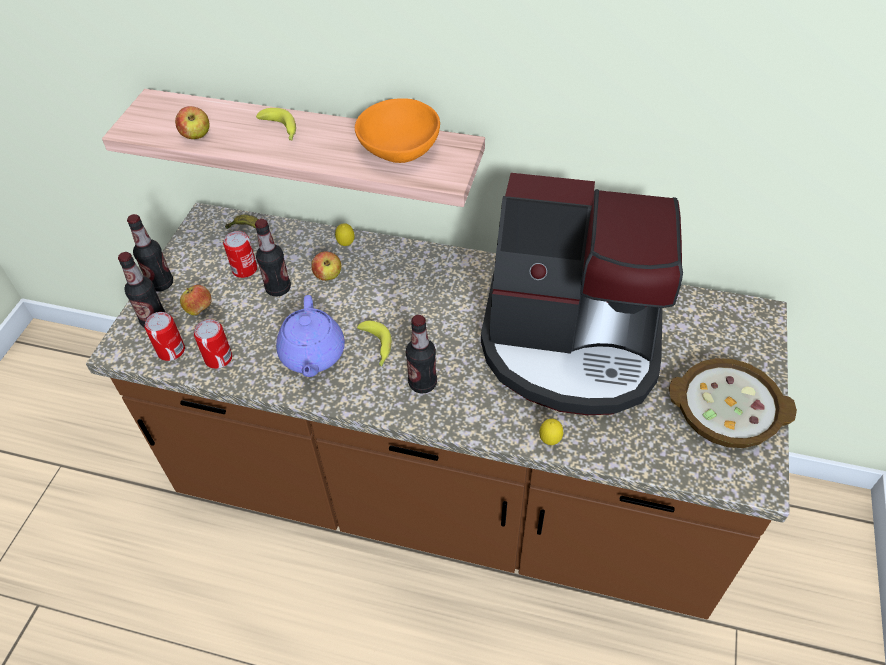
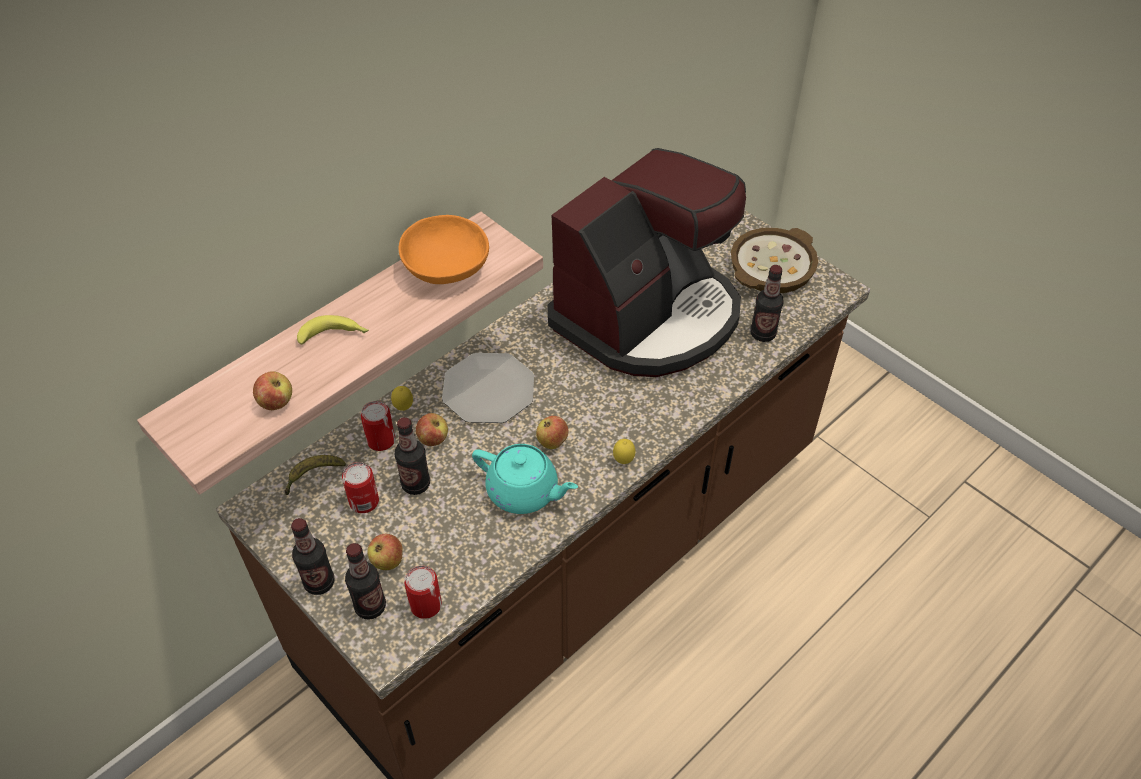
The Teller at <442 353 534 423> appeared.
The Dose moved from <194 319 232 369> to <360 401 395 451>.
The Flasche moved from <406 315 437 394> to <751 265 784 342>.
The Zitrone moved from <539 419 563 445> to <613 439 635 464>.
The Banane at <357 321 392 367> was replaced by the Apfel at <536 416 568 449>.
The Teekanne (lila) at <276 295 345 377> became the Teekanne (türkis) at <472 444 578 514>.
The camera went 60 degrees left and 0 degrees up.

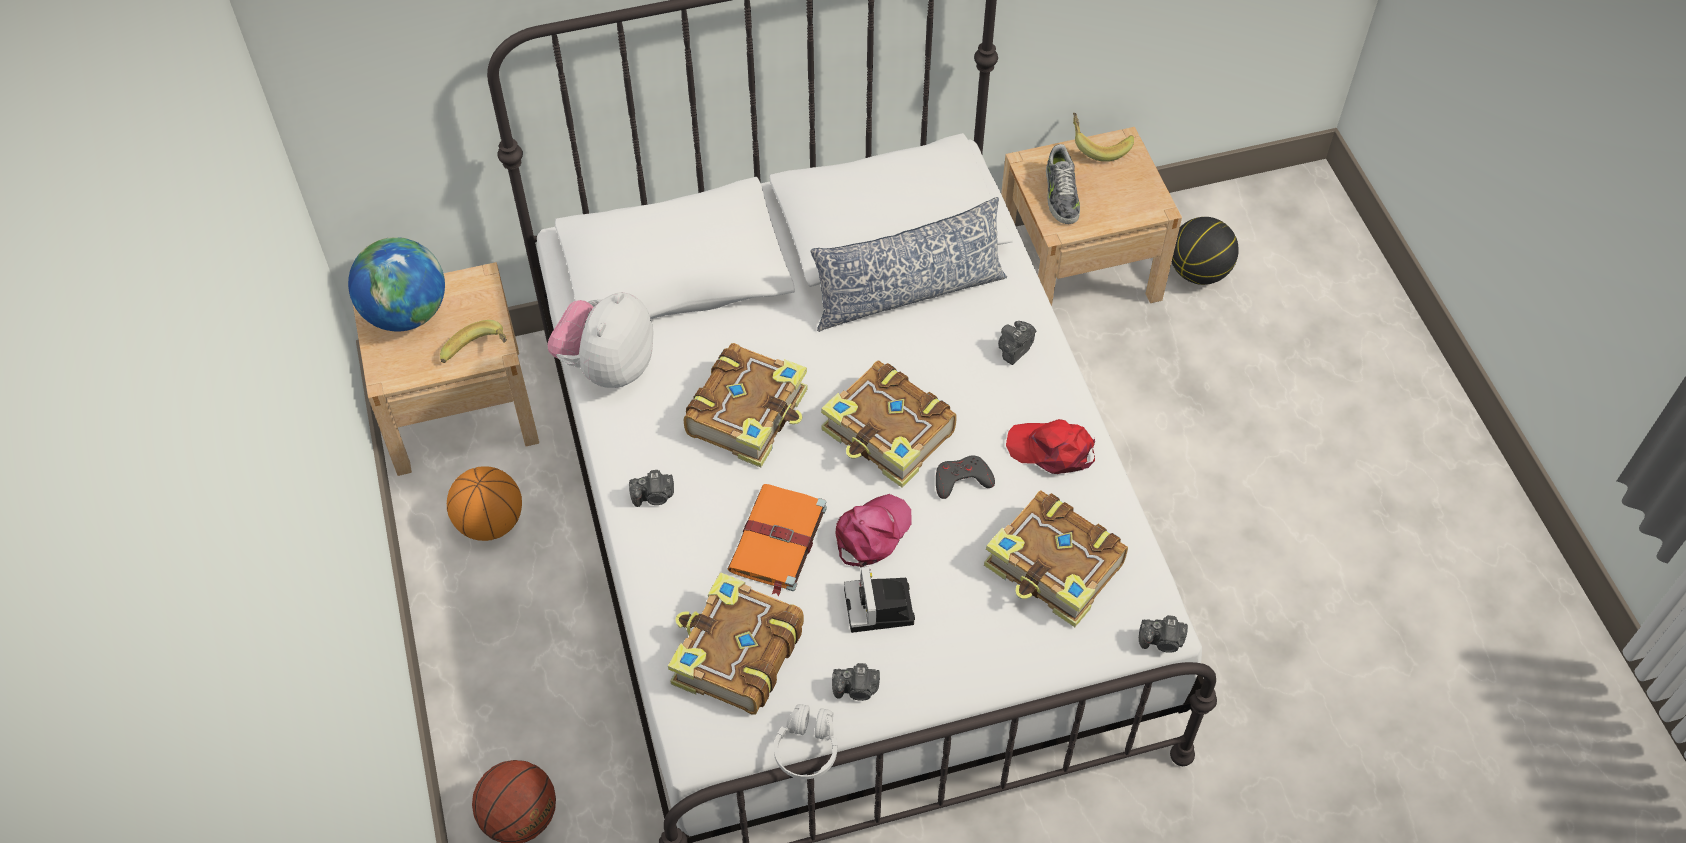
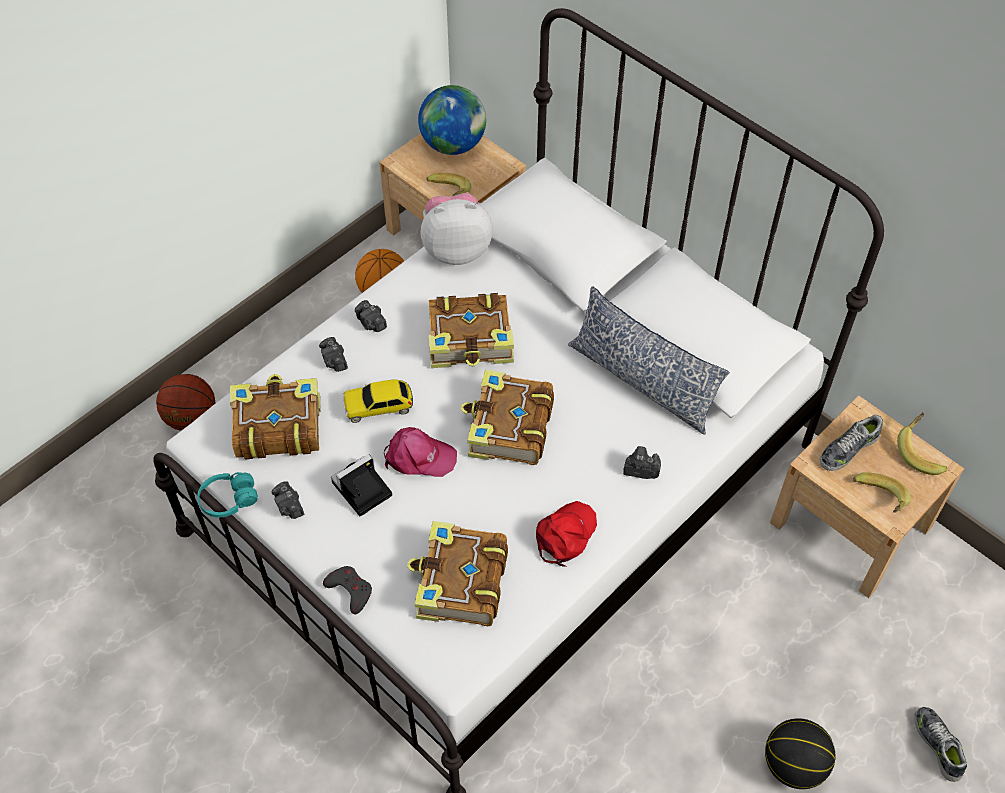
The Banane at <853 472 911 513> appeared.
The Schuh at <914 707 967 782> appeared.
The Gamepad (grau) moved from <936 455 995 499> to <323 566 372 614>.
The Kamera moved from <1139 615 1188 653> to <319 337 348 372>.
The Basketball moved from <1172 217 1239 285> to <765 718 836 789>.
The Buch (orange) at <728 484 827 597> was replaced by the Spielzeugauto at <343 379 413 423>.
The Kopfhörer (weiß) at <774 704 837 779> became the Kopfhörer (türkis) at <197 472 258 517>.
The Kappe (rot) at <1006 419 1095 474> turned 45 degrees clockwise.
The camera went 60 degrees right and 0 degrees up.

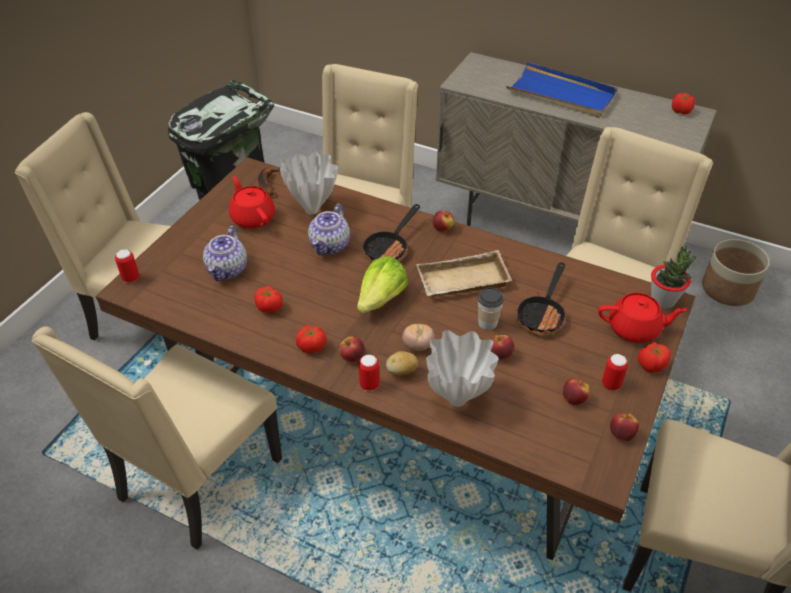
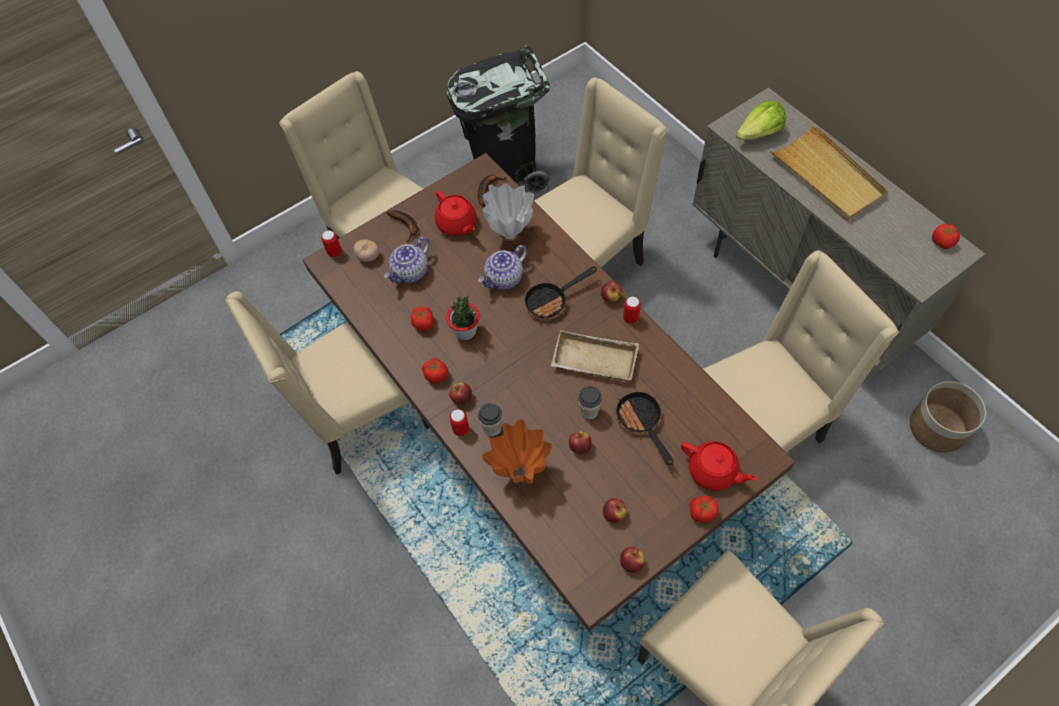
The Banane at <387 210 418 242> appeared.
The Salatkopf moved from <357 256 408 314> to <736 101 786 140>.
The Tomate moved from <402 324 434 351> to <353 240 379 262>.
The Dose moved from <602 354 628 390> to <623 296 641 324>.
The Topfpflanze moved from <651 245 696 309> to <446 296 480 340>.
The Kartoffel at <386 351 418 376> was replaced by the Tasse at <478 403 502 436>.
The Vase (weiß) at <426 330 499 407> became the Vase (orange) at <482 420 552 484>.
The Tablett (blau) at <507 62 618 118> became the Tablett (beige) at <770 124 888 221>.
The Teekanne (rot) at <229 176 275 228> turned 150 degrees clockwise.
The Pfanne at <516 262 567 336> turned 105 degrees clockwise.
The camera went 30 degrees right and 15 degrees up.

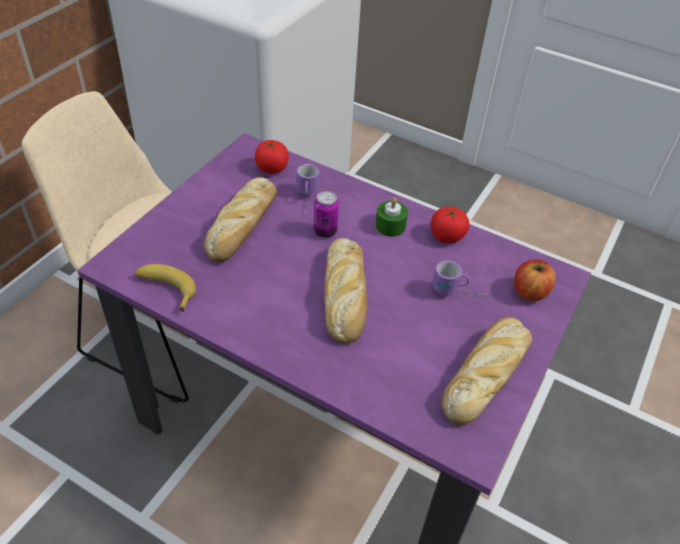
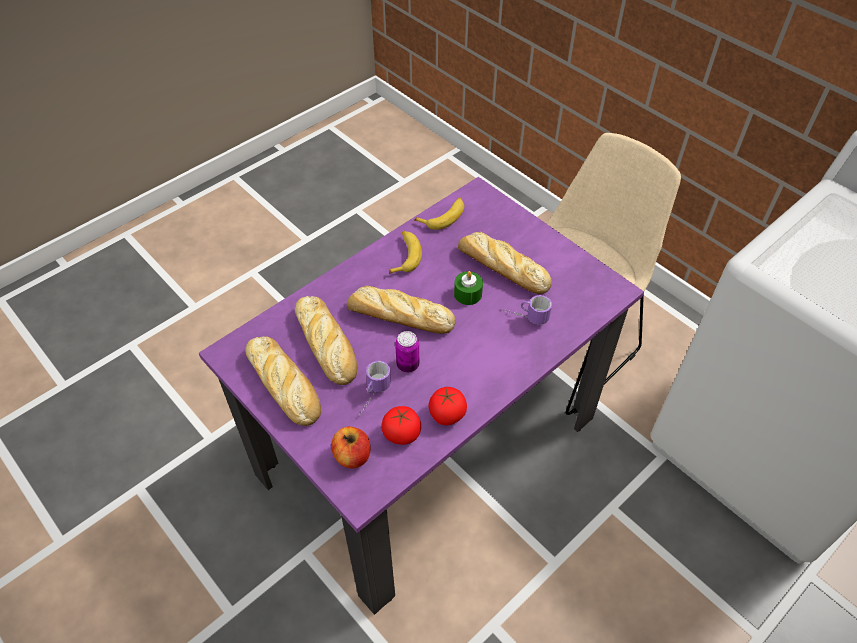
The Brot at <295 296 357 385> appeared.
The Banane at <389 231 422 274> appeared.
The Tomate moved from <255 140 289 174> to <381 406 421 445>.
The Dose moved from <314 191 339 238> to <395 331 419 373>.
The Kerze (grün) moved from <375 197 408 237> to <454 271 483 305>.
The camera went 110 degrees right and 5 degrees up.

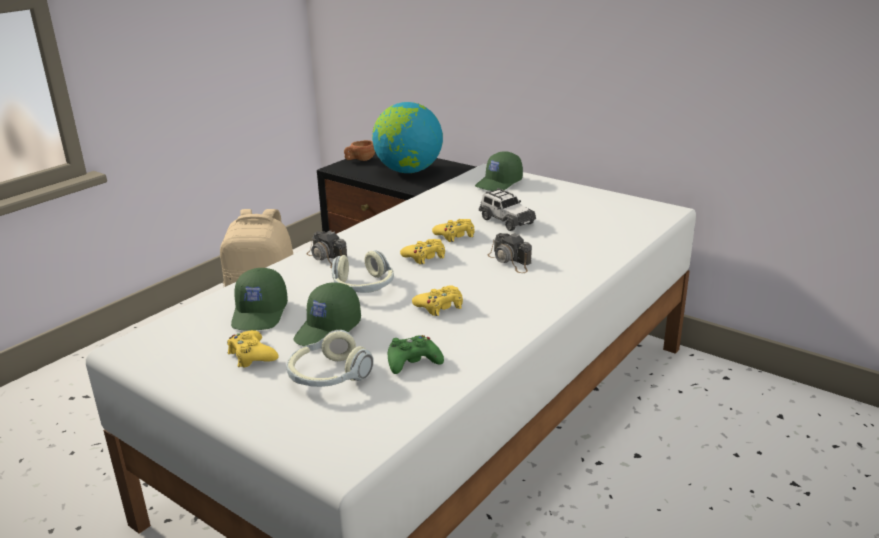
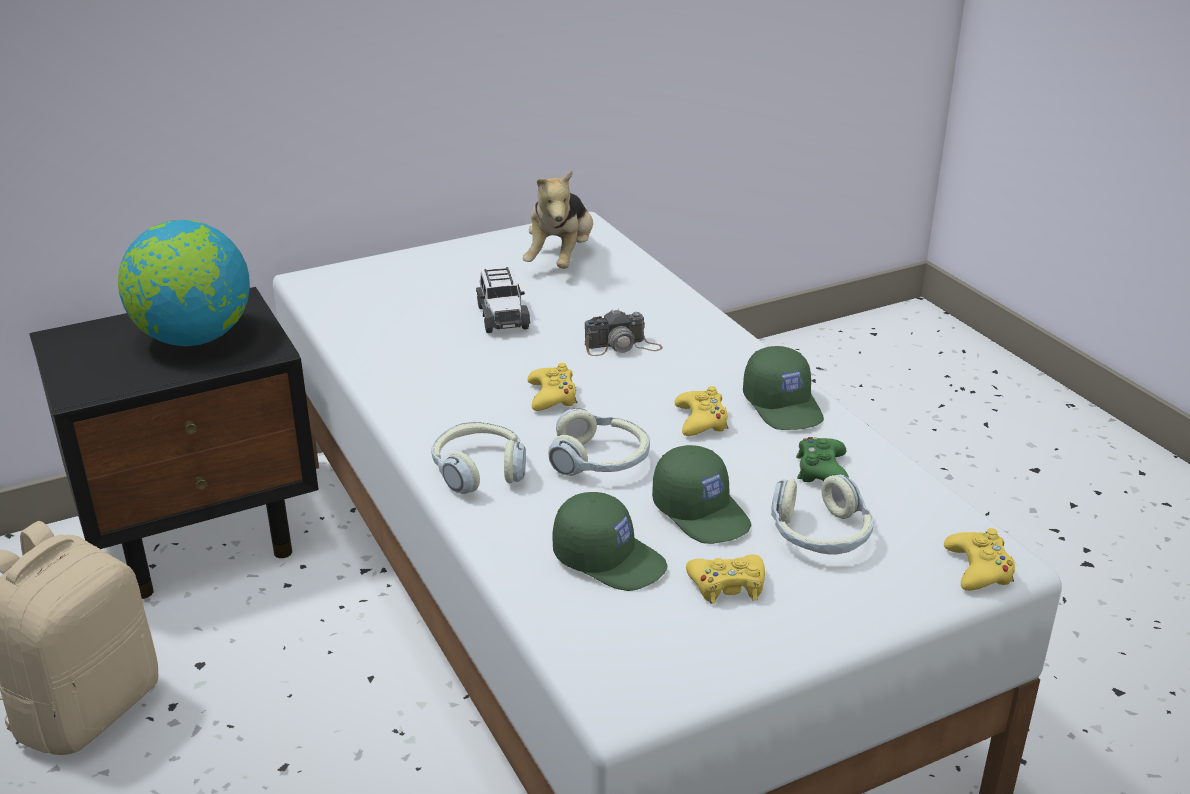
The Tasse (braun) at <344 140 375 161> disappeared.
The Plüschtier at <523 170 593 269> appeared.
The Gamepad (gelb) moved from <432 219 475 242> to <944 528 1015 591>.
The Kappe (grün) moved from <475 151 523 191> to <743 346 824 430>.
The Kamera at <306 231 347 269> was replaced by the Kopfhörer at <431 422 526 494>.
The Spielzeugauto at <479 188 536 231> turned 90 degrees clockwise.
The camera went 65 degrees left and 5 degrees up.

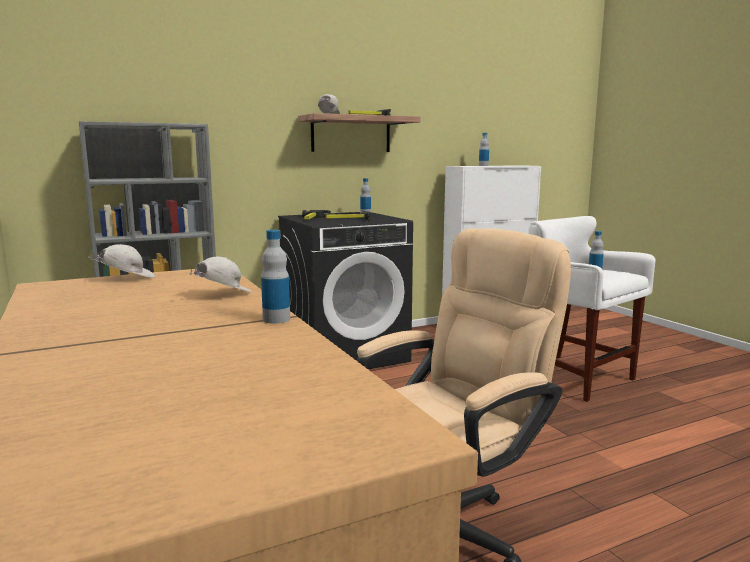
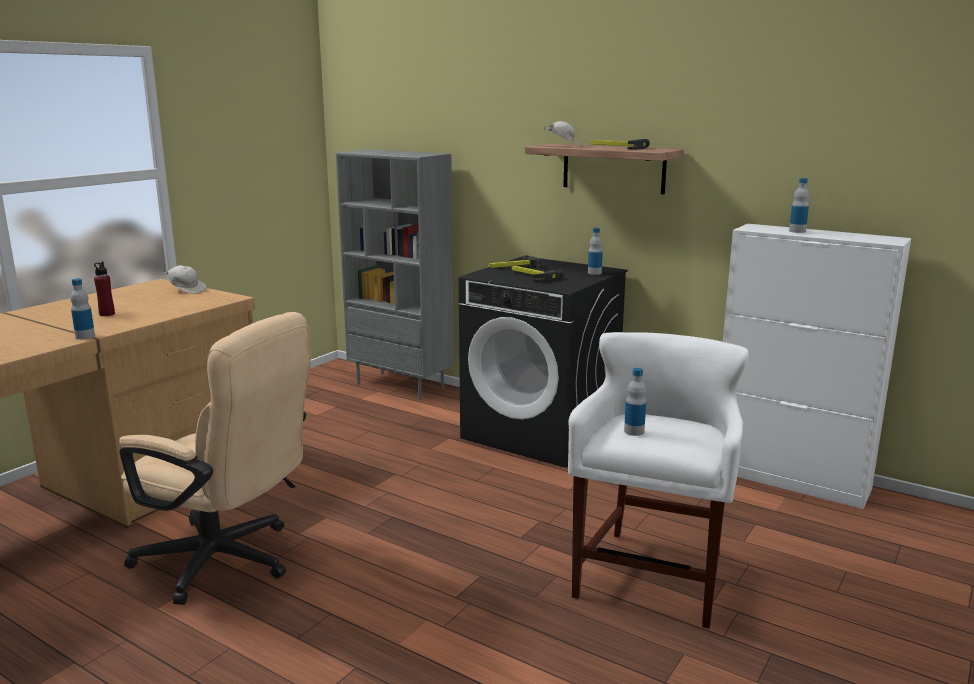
The Kappe (weiß) at <189 256 253 292> disappeared.
The Flasche (rot) at <94 261 115 316> appeared.
The camera went 60 degrees right and 5 degrees up.

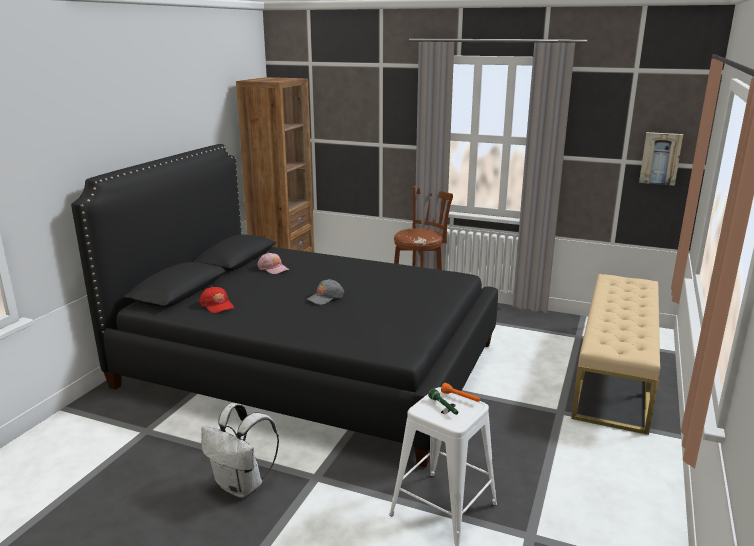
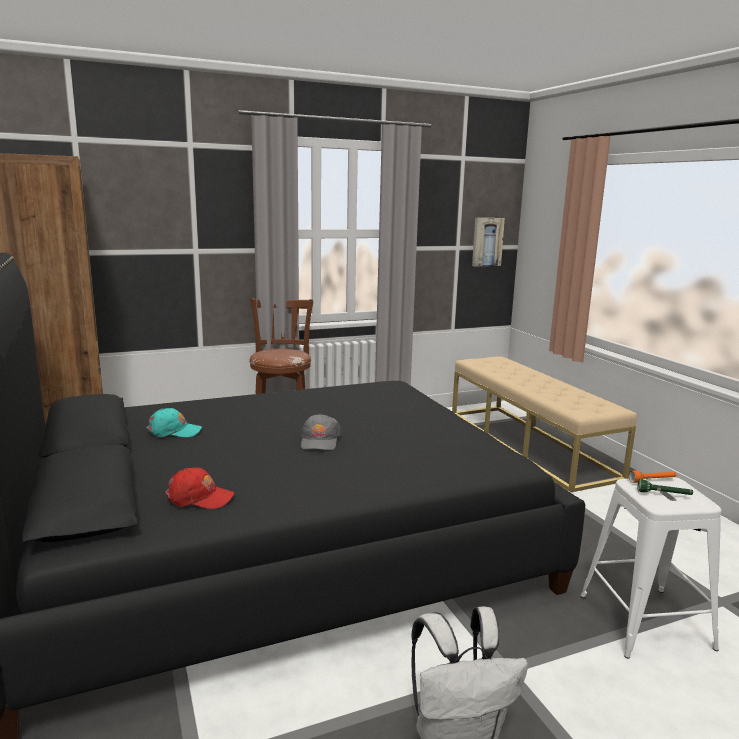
The Kappe (rosa) at <257 253 289 274> became the Kappe (türkis) at <147 408 202 437>.
The camera went 45 degrees left and 5 degrees down.

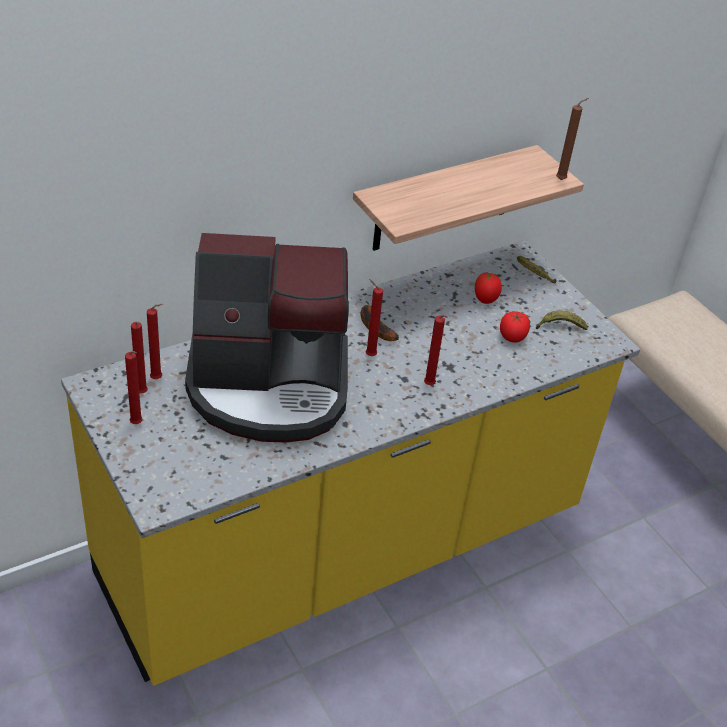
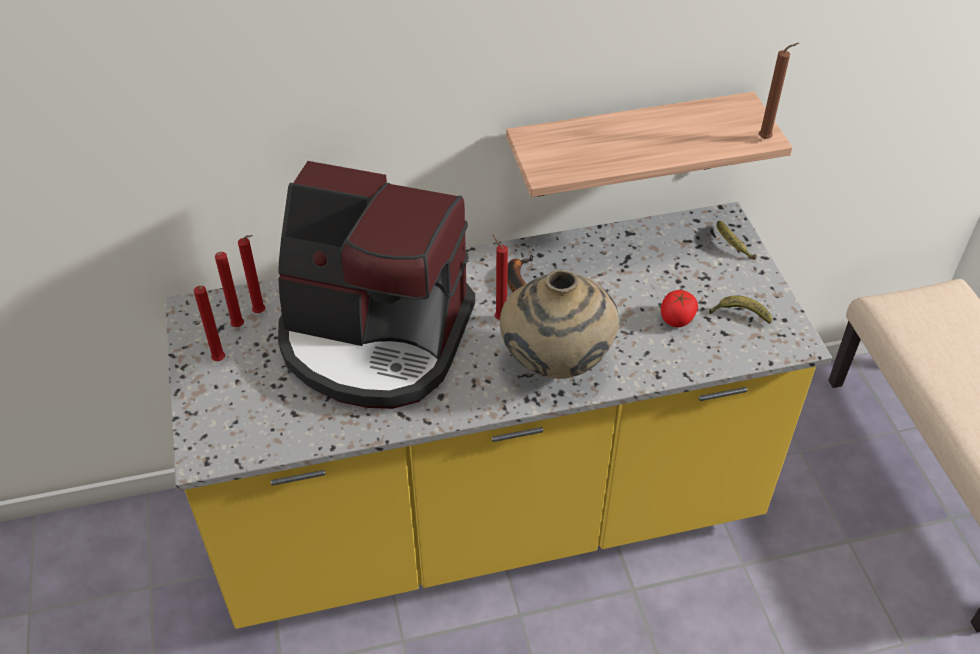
The Tomate at <475 272 502 304> disappeared.
The Kerze (rot) at <424 315 448 385> was replaced by the Vase (beige) at <500 270 619 379>.
The camera went 20 degrees right and 5 degrees up.

